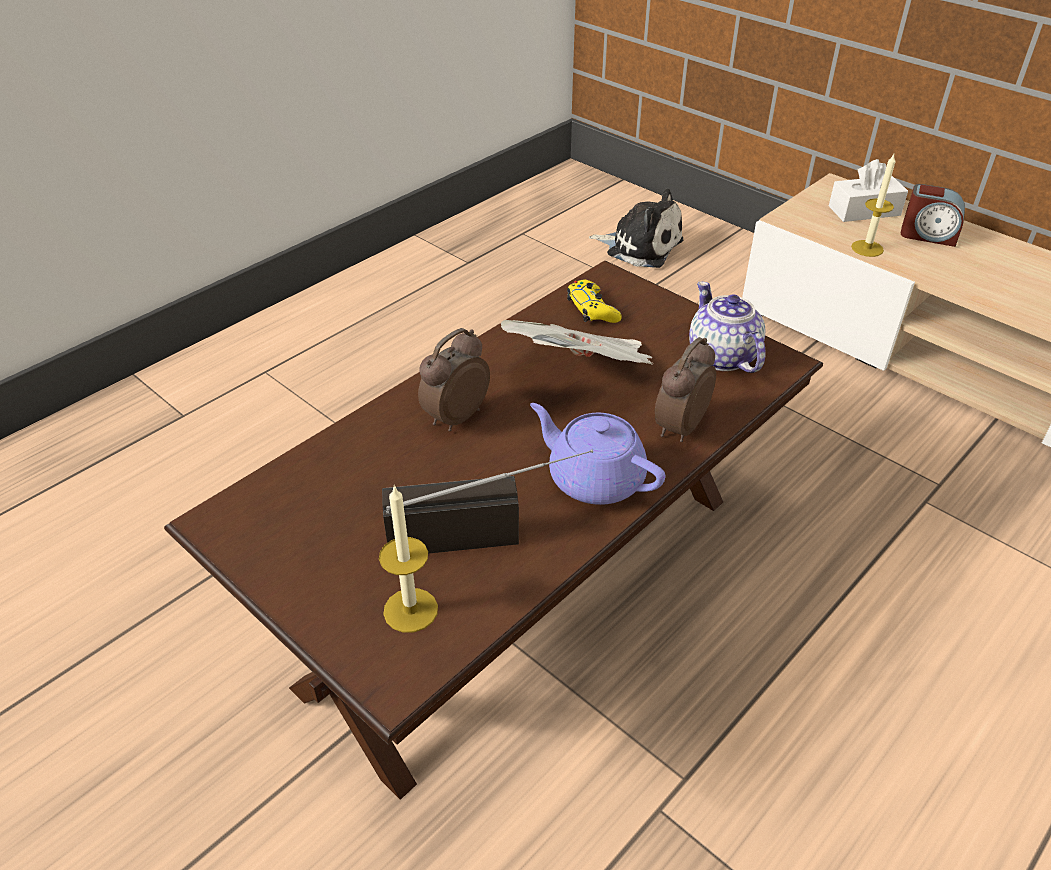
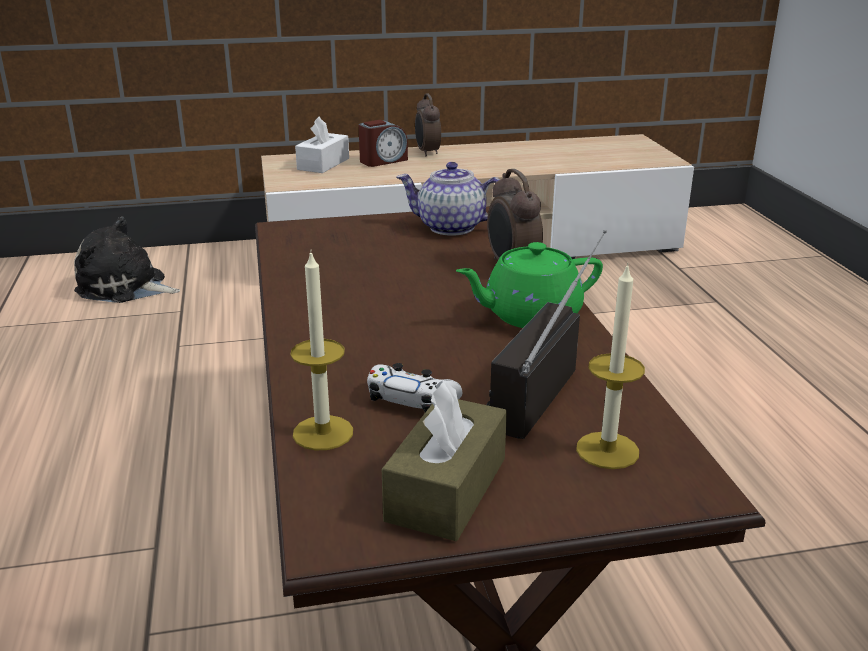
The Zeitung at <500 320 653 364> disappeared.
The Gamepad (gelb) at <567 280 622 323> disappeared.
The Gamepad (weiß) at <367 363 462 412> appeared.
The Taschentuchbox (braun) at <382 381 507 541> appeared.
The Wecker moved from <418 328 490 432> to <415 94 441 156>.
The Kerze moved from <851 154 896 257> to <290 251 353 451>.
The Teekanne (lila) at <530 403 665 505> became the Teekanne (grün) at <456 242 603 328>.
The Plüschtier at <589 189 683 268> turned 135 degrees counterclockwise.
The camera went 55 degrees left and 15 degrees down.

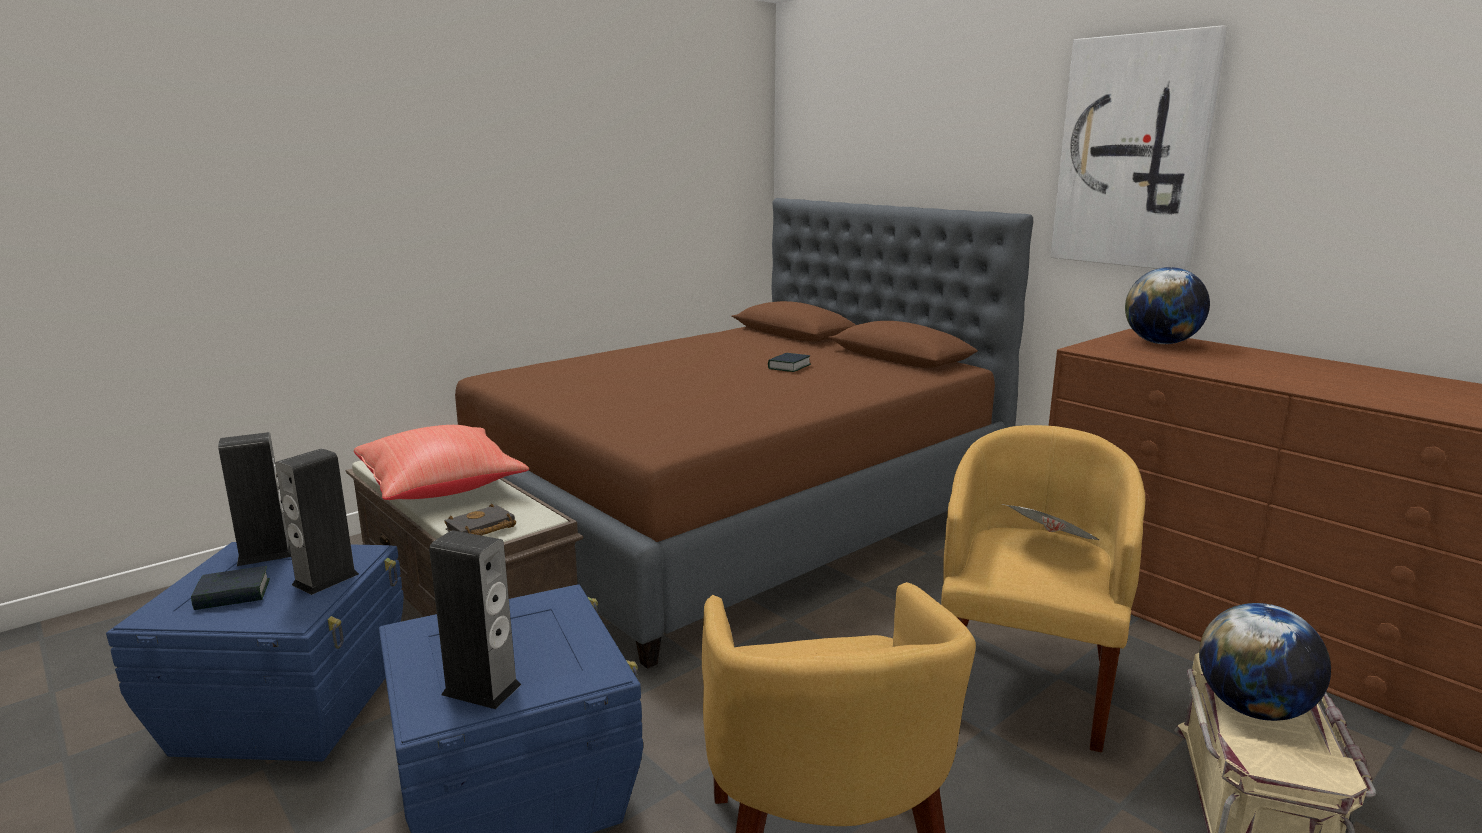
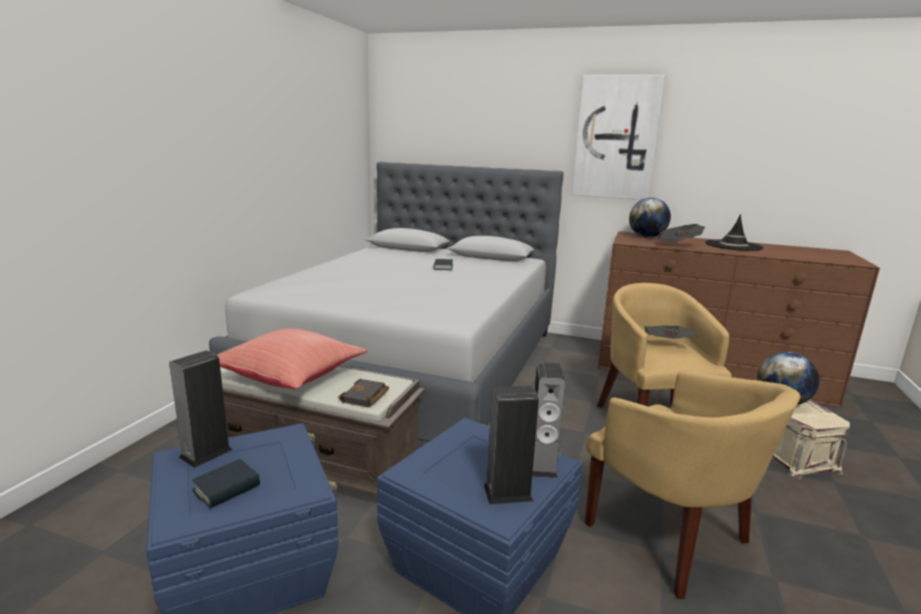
The Zeitung at <656 224 705 242> appeared.
The Hut (schwarz) at <705 214 763 251> appeared.
The Lautsprecher moved from <275 448 359 595> to <532 362 565 478>.
The Bett (braun) at <455 198 1033 669> became the Bett (grau) at <209 162 563 442>.
The camera went 30 degrees left and 0 degrees up.

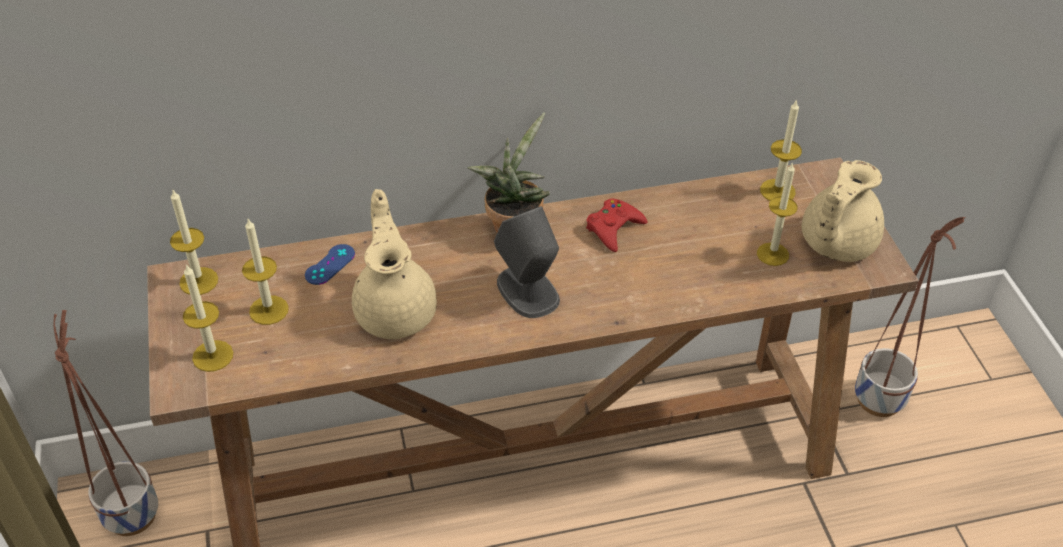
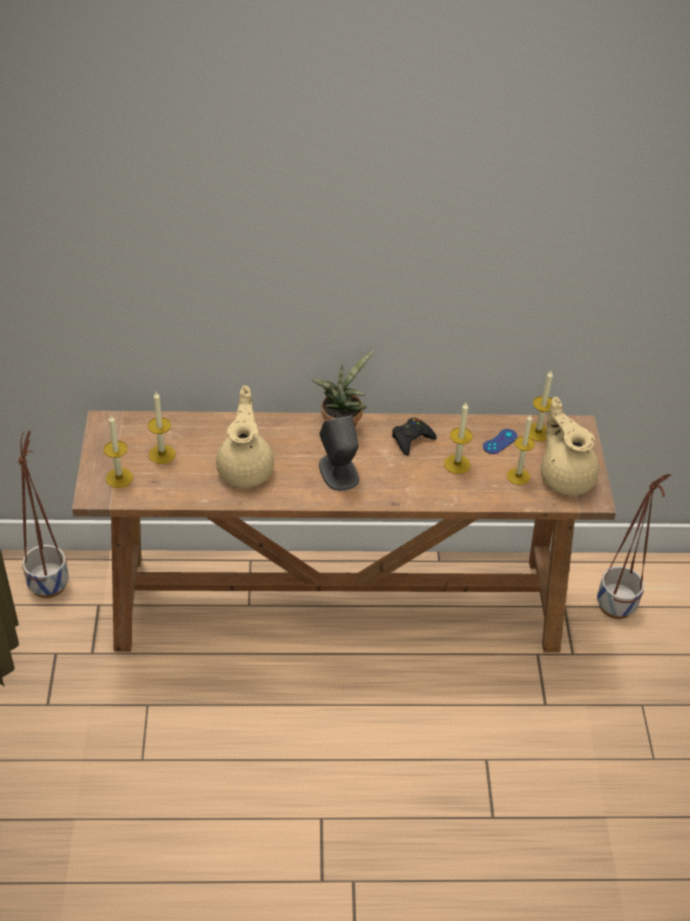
The Kerze moved from <170 190 218 295> to <444 403 473 474>.
The Gamepad (blau) moved from <305 244 355 285> to <483 429 517 454>.
The Gamepad (rot) at <586 199 647 252> became the Gamepad (schwarz) at <392 418 437 456>.
The Teekanne (beige) at <802 160 884 262> turned 105 degrees clockwise.
The camera went 10 degrees right and 0 degrees up.

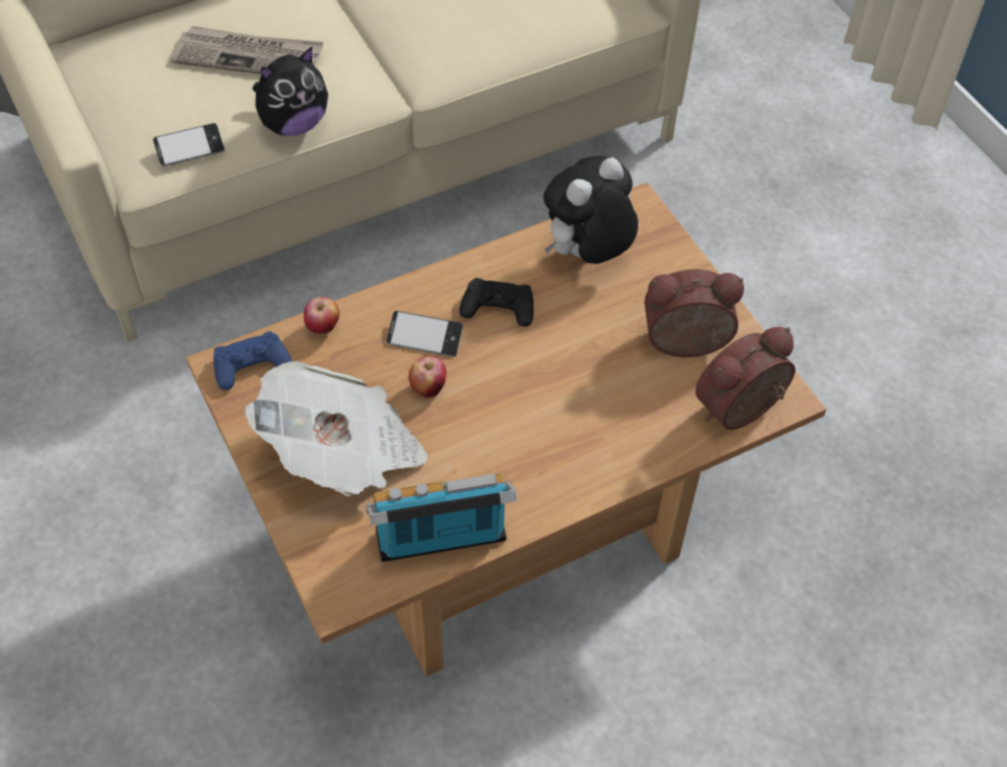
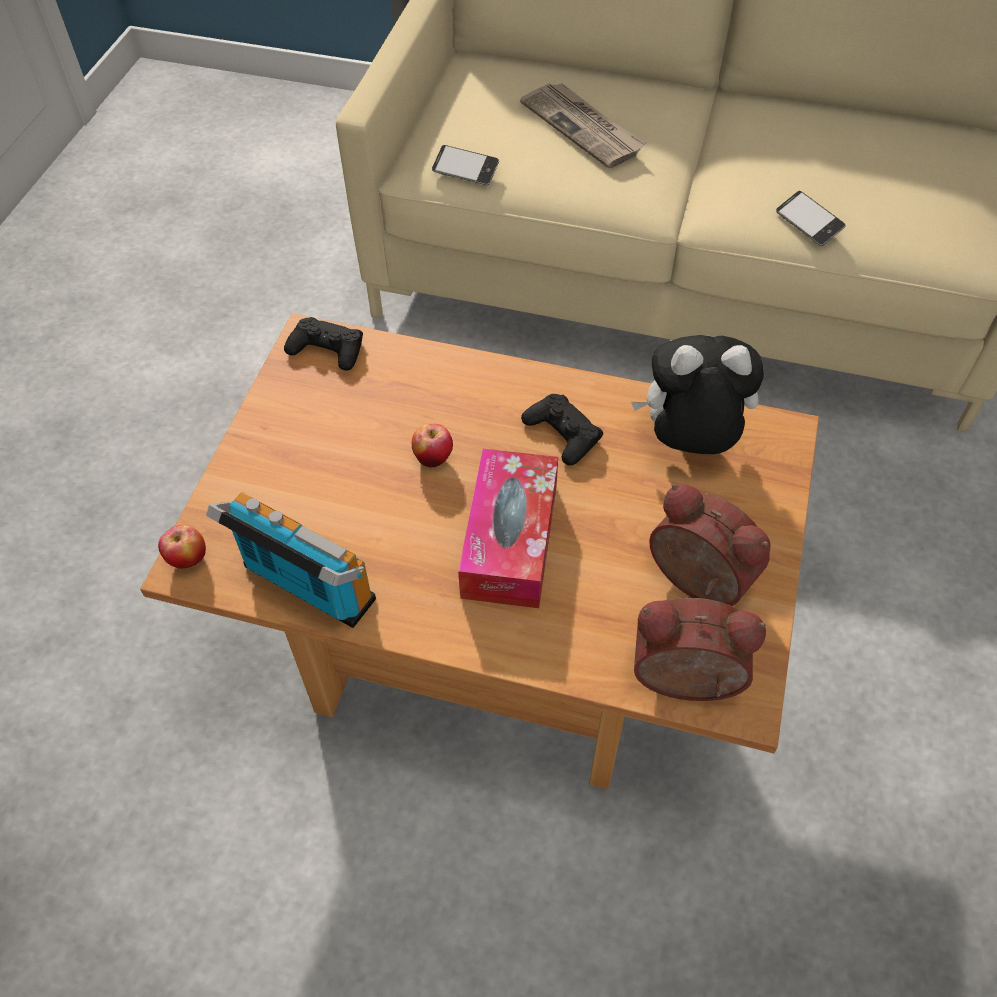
The Zeitung at <245 361 428 496> disappeared.
The Plüschtier at <252 47 328 136> disappeared.
The Taschentuchbox at <458 449 558 608> appeared.
The Apfel moved from <304 297 340 334> to <158 525 206 569>.
The Handy moved from <386 311 463 357> to <776 191 846 246>.
The Gamepad (blau) at <213 331 292 390> became the Gamepad (schwarz) at <284 317 363 371>.
The camera went 45 degrees right and 0 degrees up.

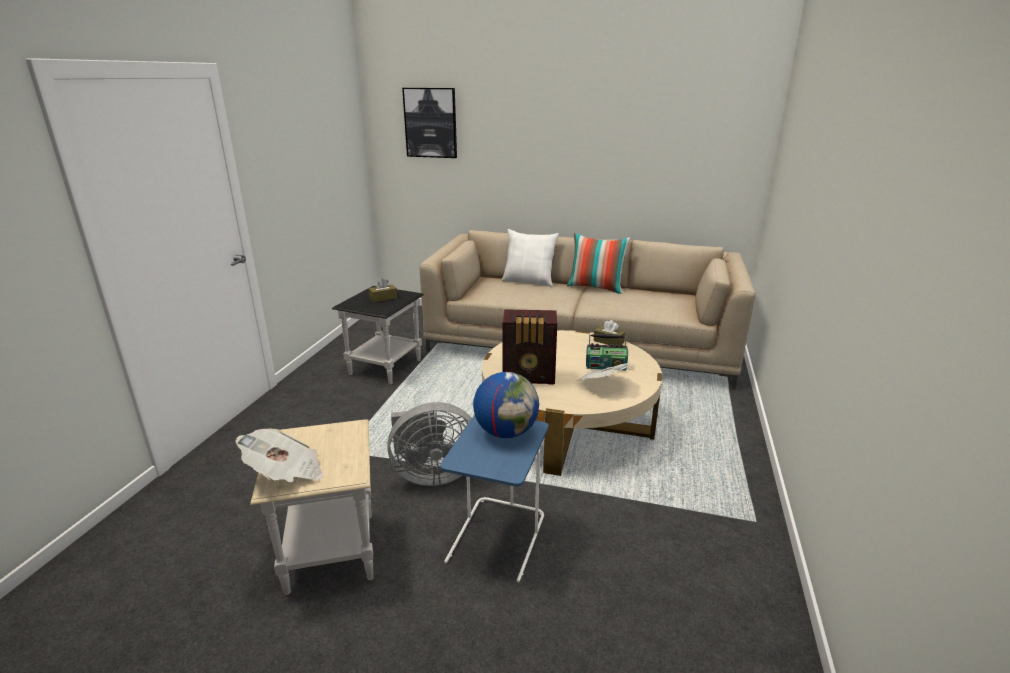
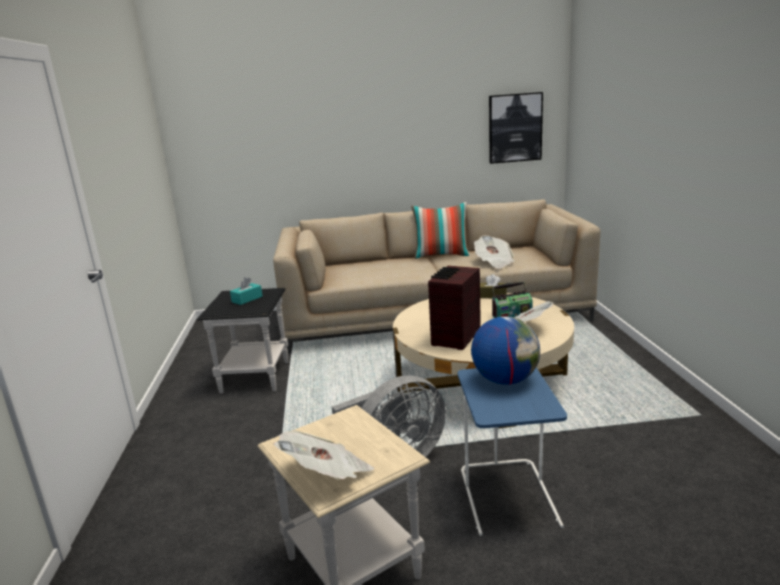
The Kissen (weiß) at <502 229 559 287> disappeared.
The Zeitung at <474 235 515 269> appeared.
The Bild moved from <402 88 457 158> to <489 92 543 164>.
The Taschentuchbox (braun) at <369 278 397 302> became the Taschentuchbox (türkis) at <230 277 263 305>.
The Radio at <502 309 557 385> turned 135 degrees clockwise.
The camera went 20 degrees left and 5 degrees down.

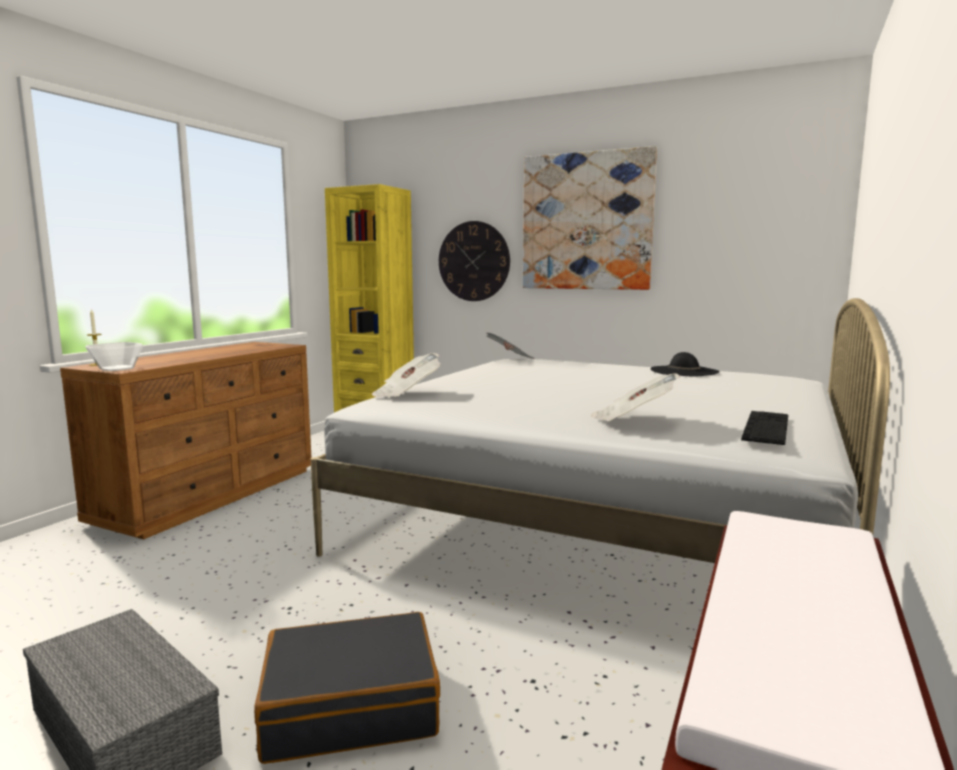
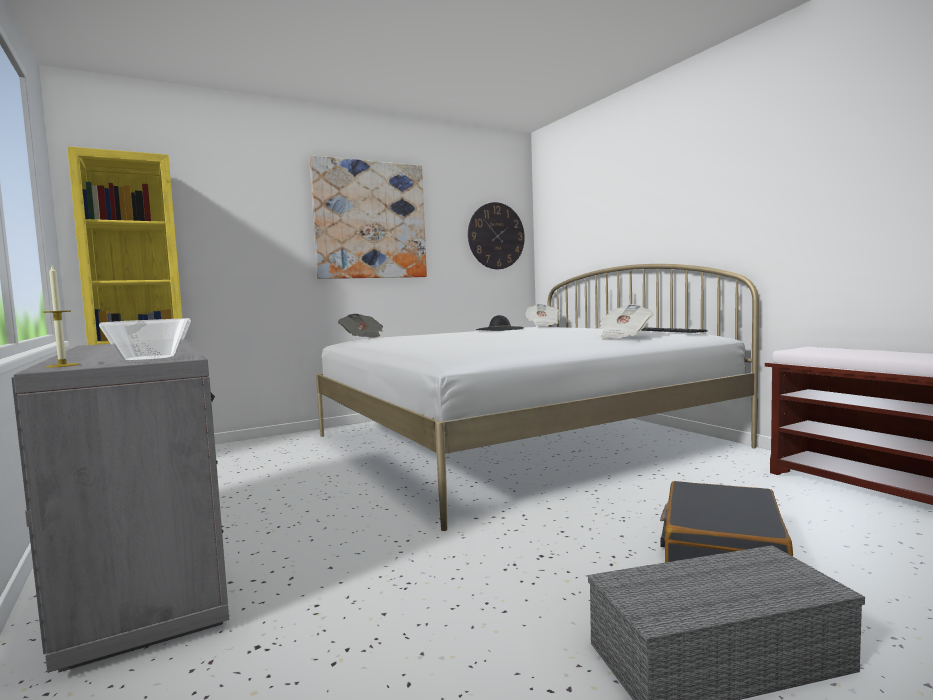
The Zeitung moved from <372 353 440 397> to <525 304 560 327>.
The Wanduhr moved from <439 221 510 301> to <468 202 525 269>.
The Kommode (braun) at <60 342 312 539> became the Kommode (grau) at <11 339 229 673>.
The camera went 55 degrees left and 5 degrees down.

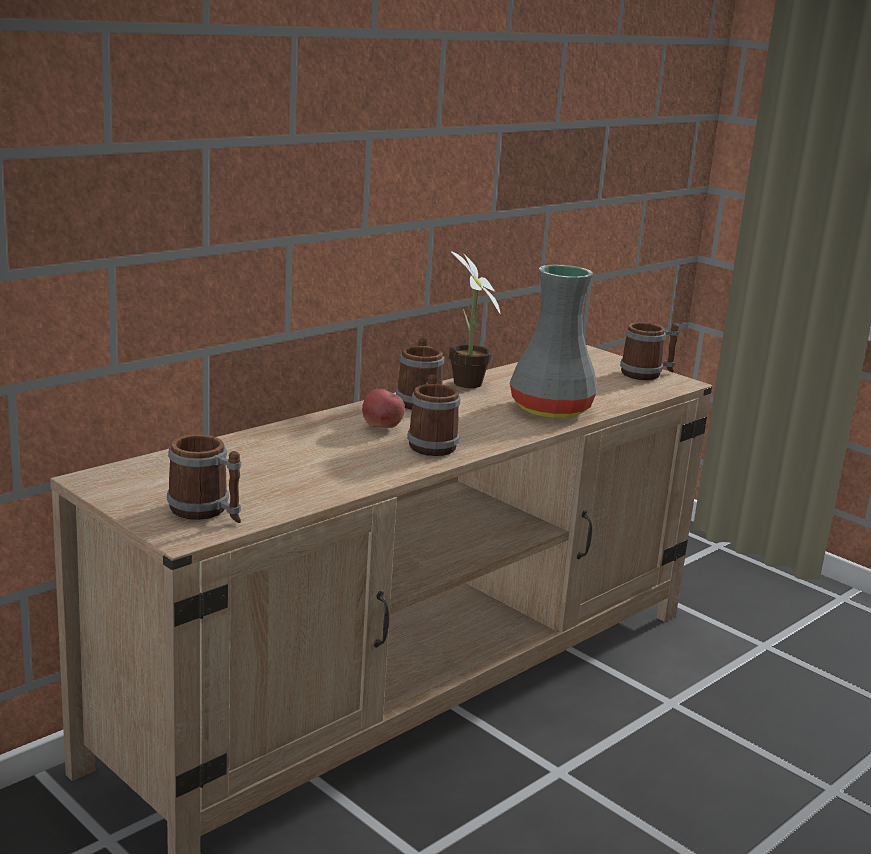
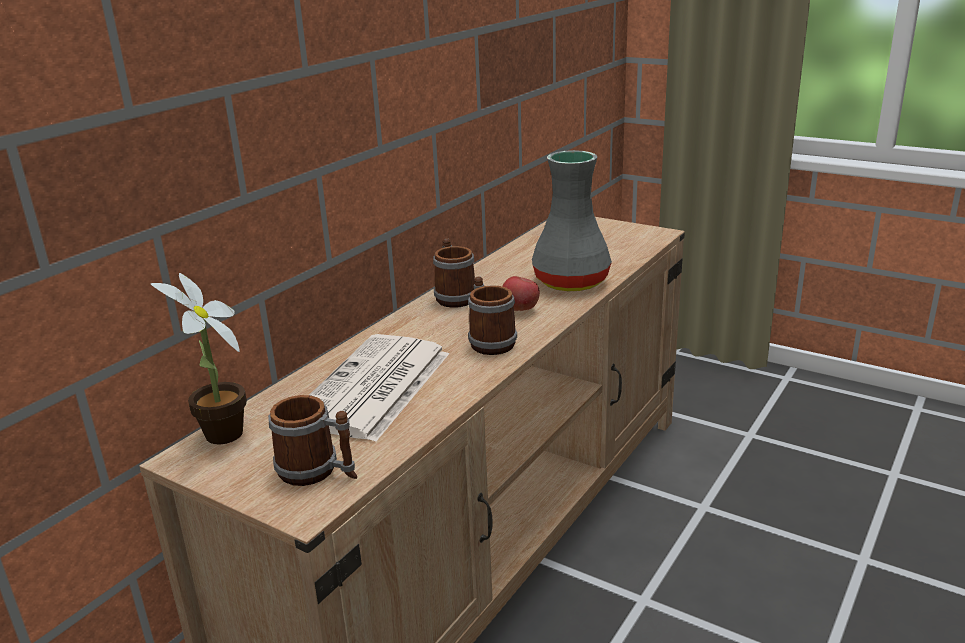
The Henkelbecher at <620 322 679 380> disappeared.
The Zeitung at <310 334 449 442> appeared.
The Apfel moved from <362 389 405 428> to <502 276 540 311>.
The Topfpflanze moved from <449 251 500 388> to <151 273 247 445>.
The camera went 10 degrees left and 5 degrees up.

